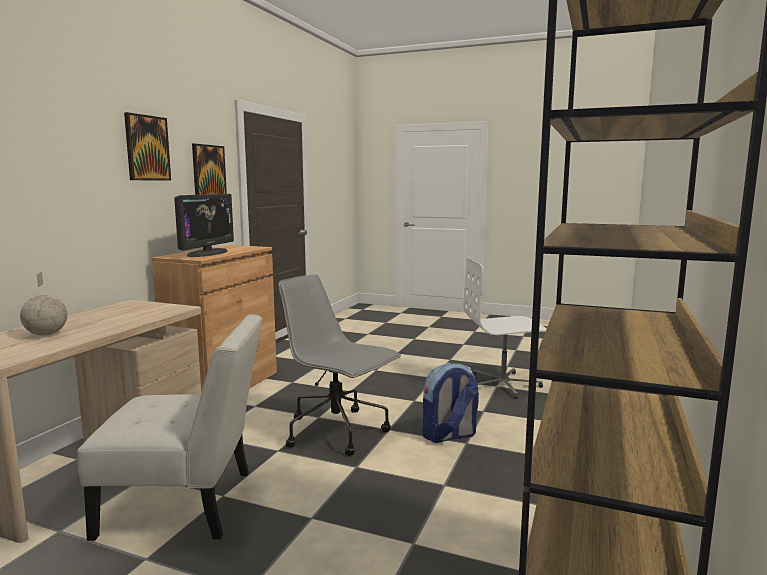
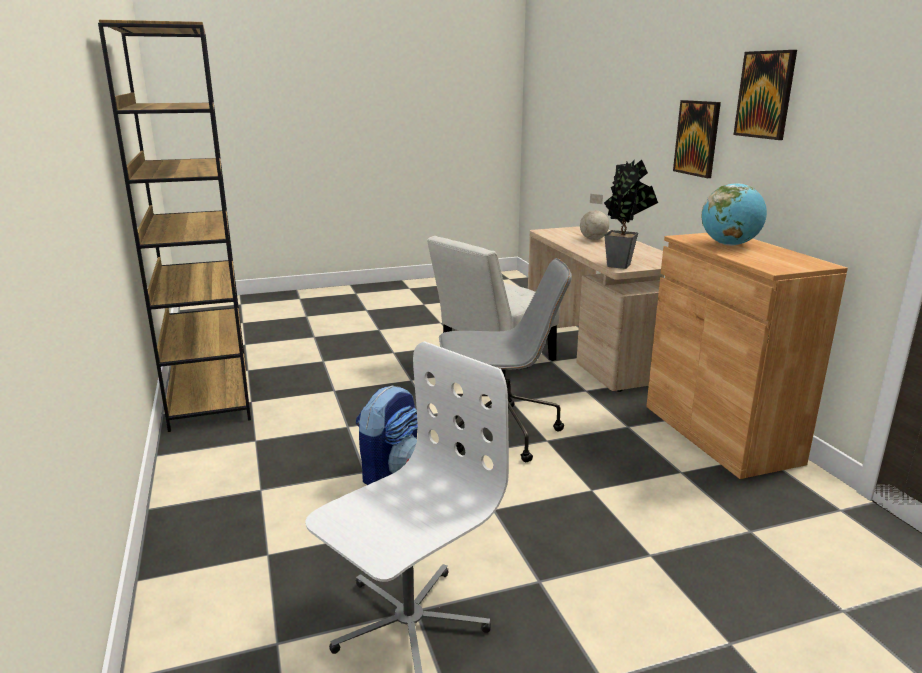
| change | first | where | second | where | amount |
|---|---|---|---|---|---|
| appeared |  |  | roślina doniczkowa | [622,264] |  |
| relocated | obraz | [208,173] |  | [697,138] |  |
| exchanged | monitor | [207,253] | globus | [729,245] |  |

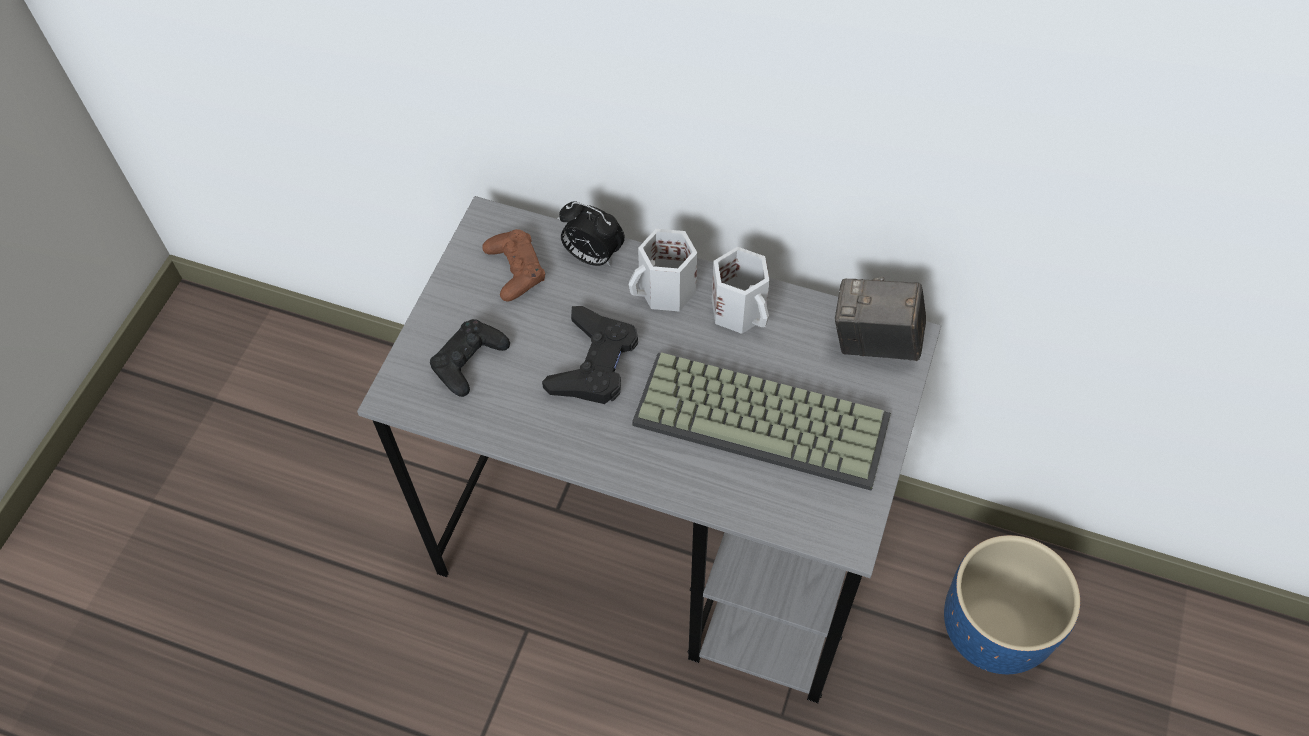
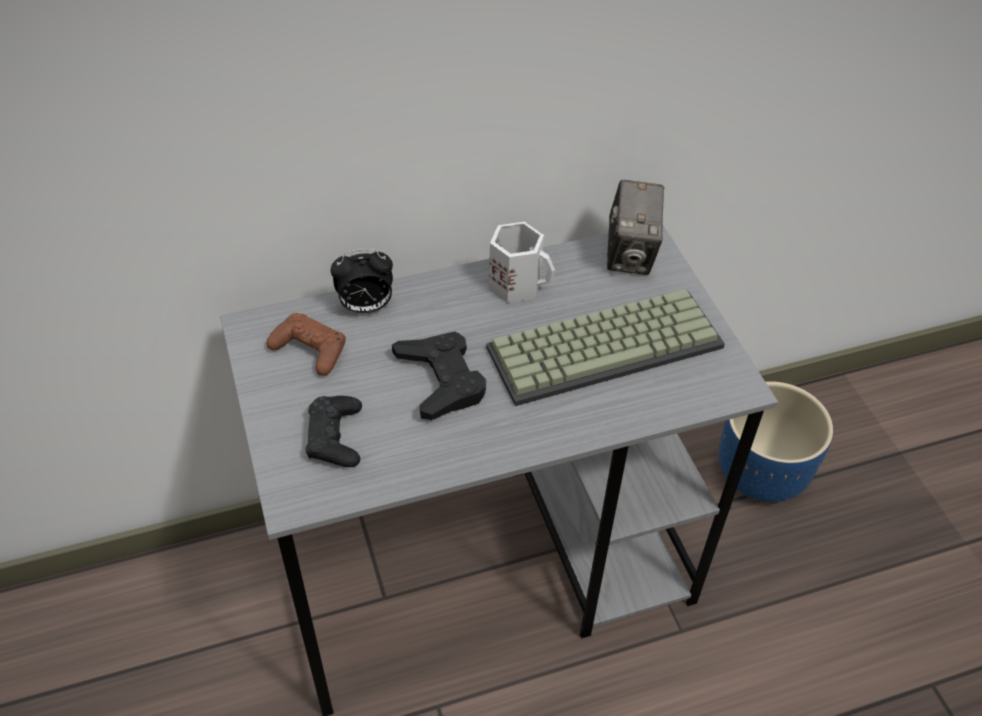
| change | first | where | second | where | amount |
|---|---|---|---|---|---|
| missing | kubek [biały] | [666,292] |  |  |  |
| spun | aparat fotograficzny | [875,343] |  | [630,255] | 60 degrees counterclockwise |

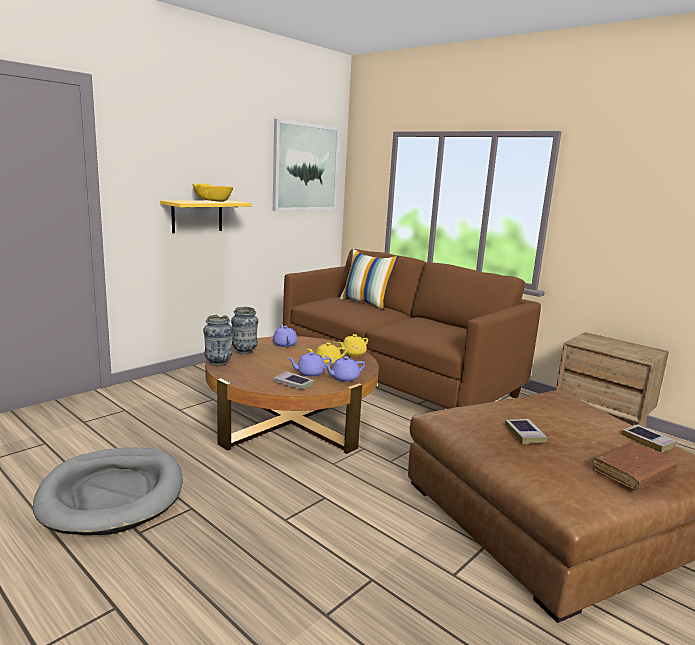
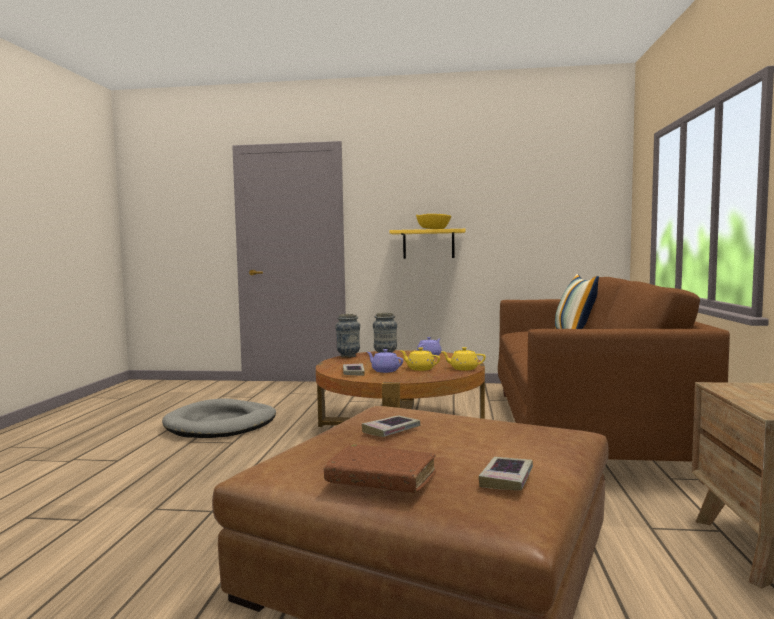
| change | first | where | second | where | amount |
|---|---|---|---|---|---|
| missing | obraz | [305,167] |  |  |  |
| missing | imbryk [fioletowy] | [344,378] |  |  |  |

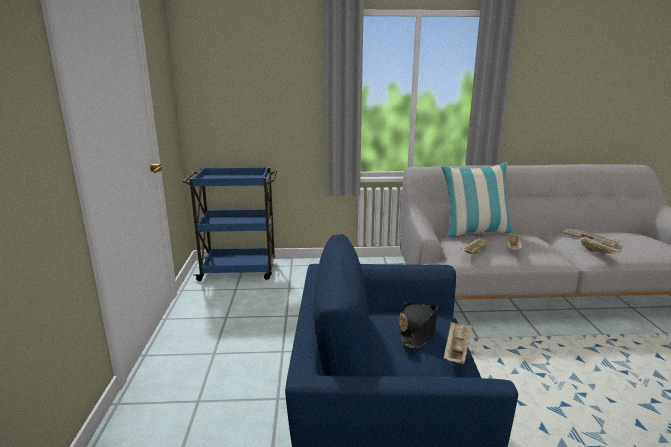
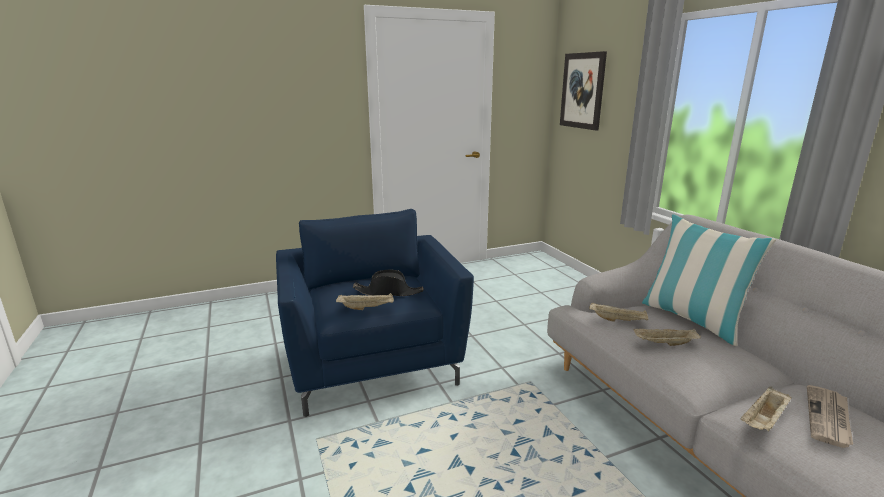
| change | first | where | second | where | amount |
|---|---|---|---|---|---|
| missing | wózek [niebieski] | [239,270] |  |  |  |
| appeared |  |  | obraz | [582,91] |  |

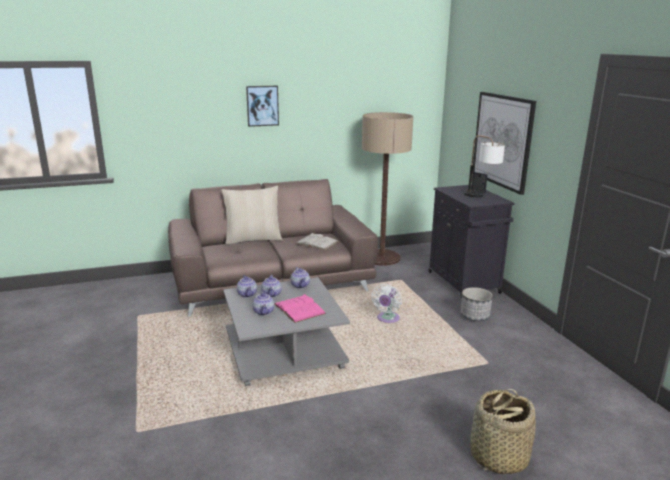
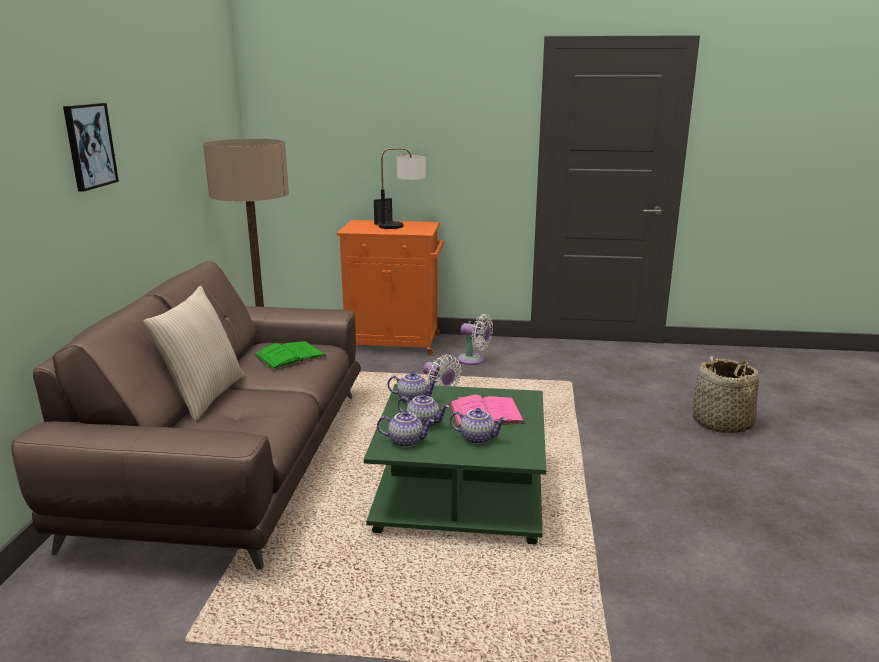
| change | first | where | second | where | amount |
|---|---|---|---|---|---|
| missing | obraz | [502,141] |  |  |  |
| exchanged | donica | [474,316] | wentylator [biały] | [474,360] |  |
| colour | ława [szary] | [285,350] | ława [zielony] | [458,493] |  |
| colour | książka [biały] | [316,242] | książka [zielony] | [290,355] |  |
| colour | szafka [czarny] | [464,283] | szafka [pomarańczowy] | [395,343] |  |

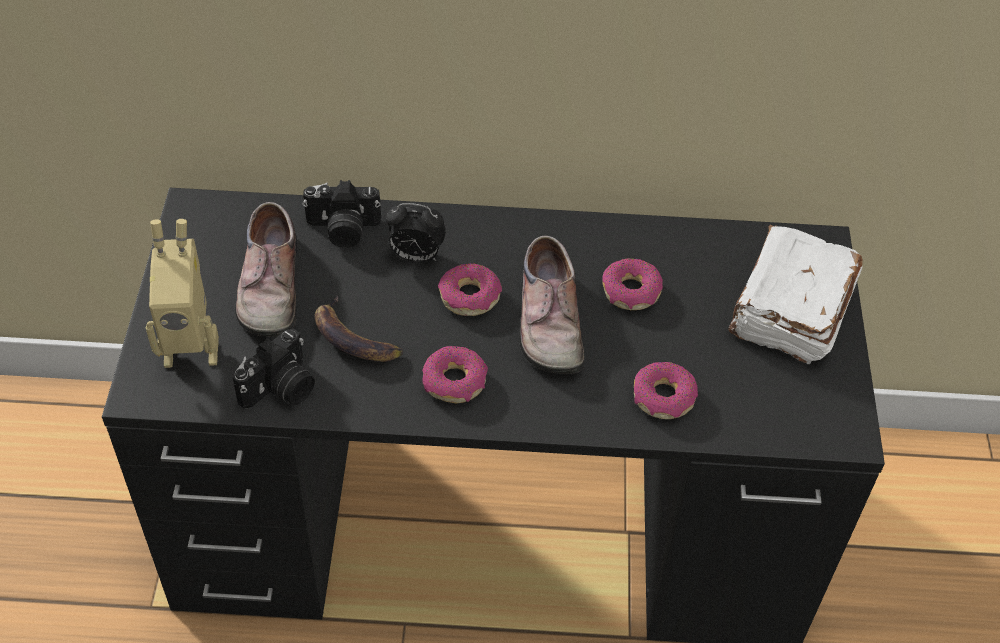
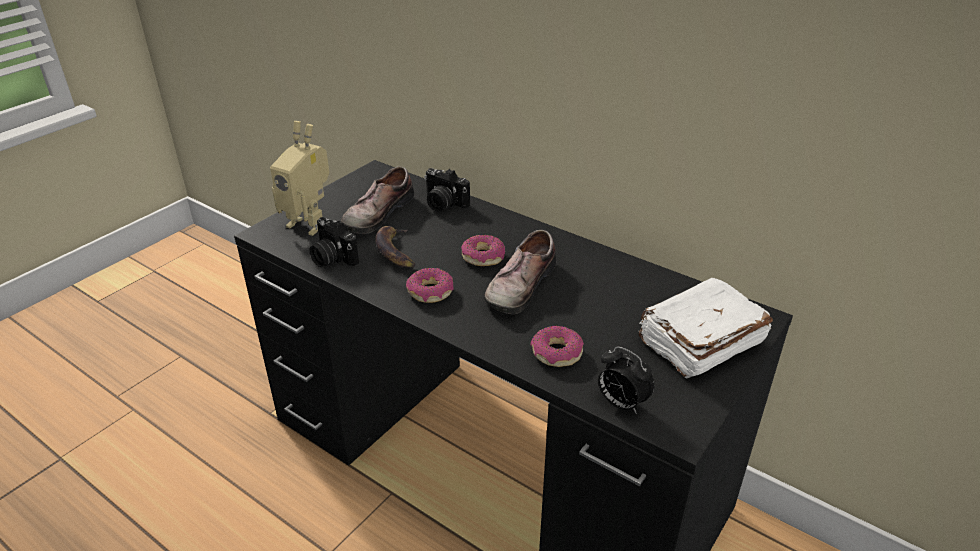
| change | first | where | second | where | amount |
|---|---|---|---|---|---|
| missing | donut | [630,292] |  |  |  |
| relocated | budzik | [415,256] |  | [621,403] |  |
| spun | aparat fotograficzny | [281,389] |  | [331,258] | 60 degrees clockwise |

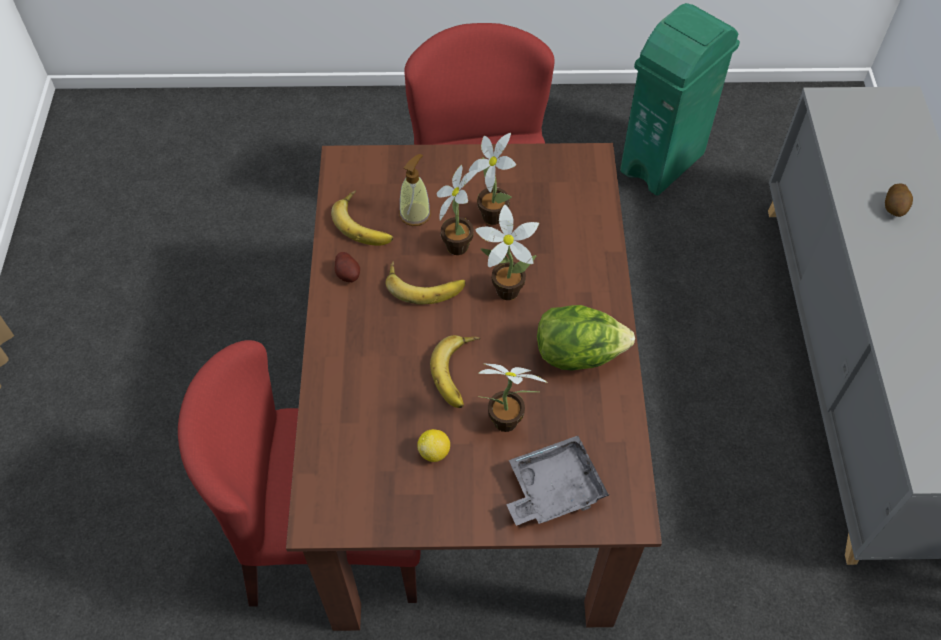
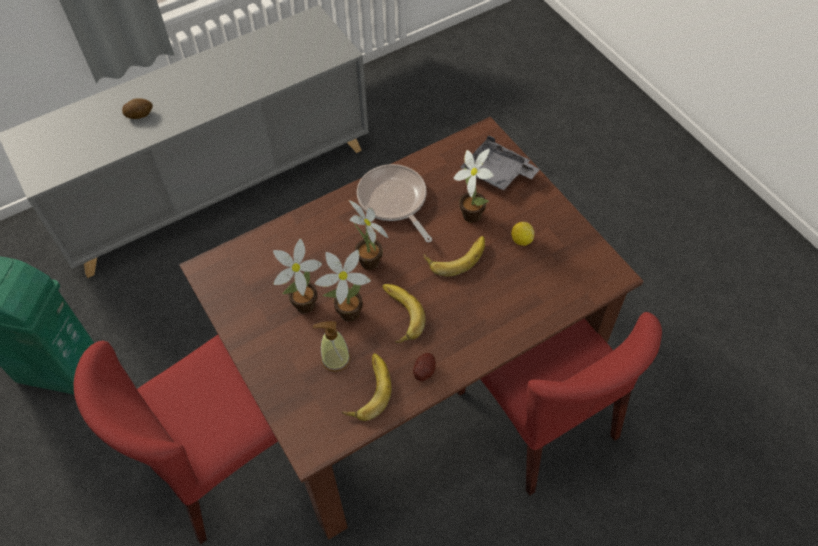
| change | first | where | second | where | amount |
|---|---|---|---|---|---|
| exchanged | sałata | [578,354] | patelnia | [394,201] |  |

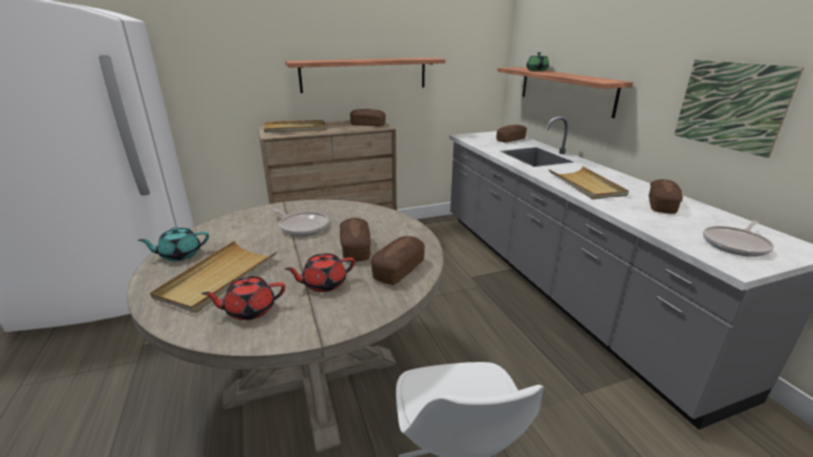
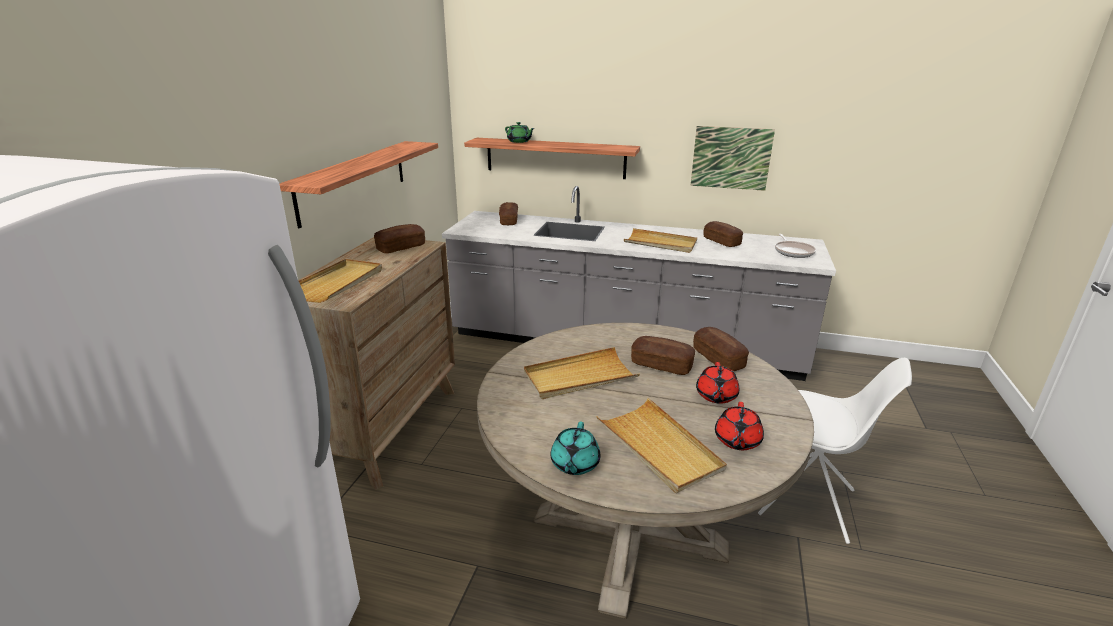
| change | first | where | second | where | amount |
|---|---|---|---|---|---|
| exchanged | patelnia | [302,227] | taca [beżowy] | [579,377] |  |

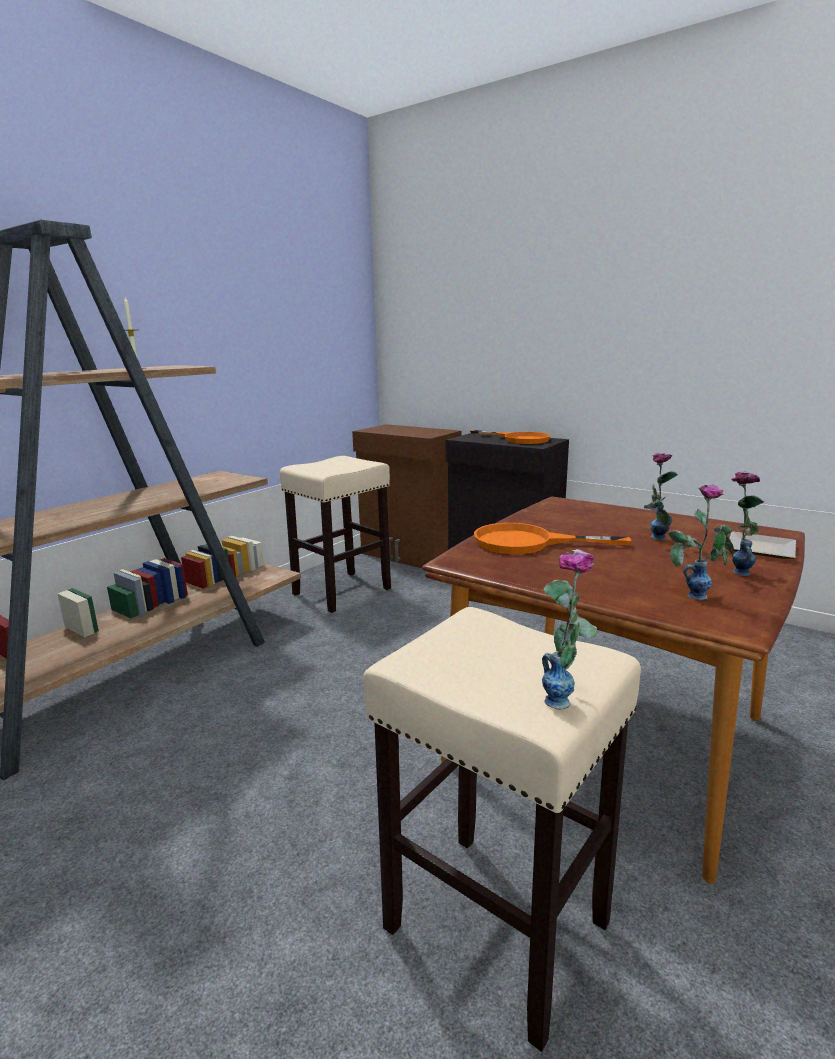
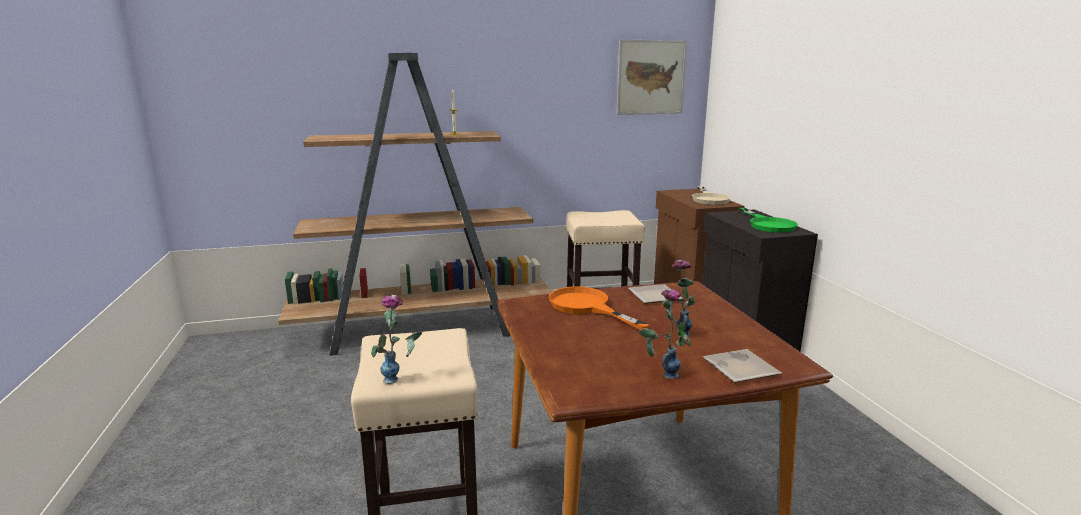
| change | first | where | second | where | amount |
|---|---|---|---|---|---|
| missing | wazon | [690,591] |  |  |  |
| appeared |  |  | obraz | [651,77] |  |
| appeared |  |  | talerz | [656,297] |  |
| appeared |  |  | patelnia [beżowy] | [709,199] |  |
| colour | patelnia [pomarańczowy] | [519,439] | patelnia [zielony] | [768,224] |  |

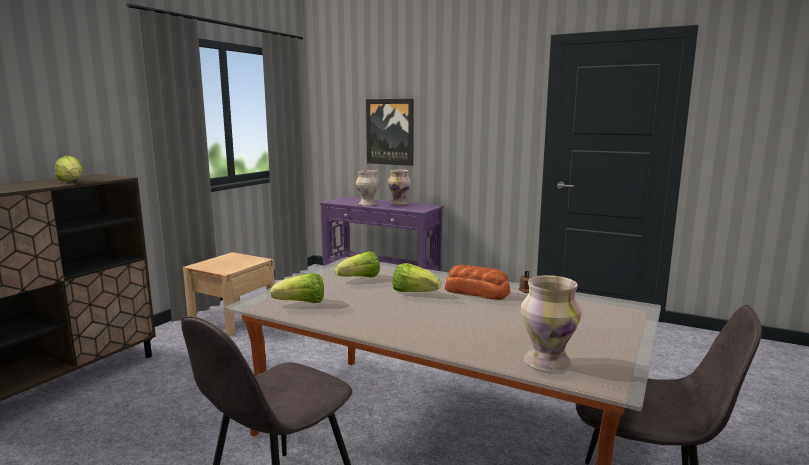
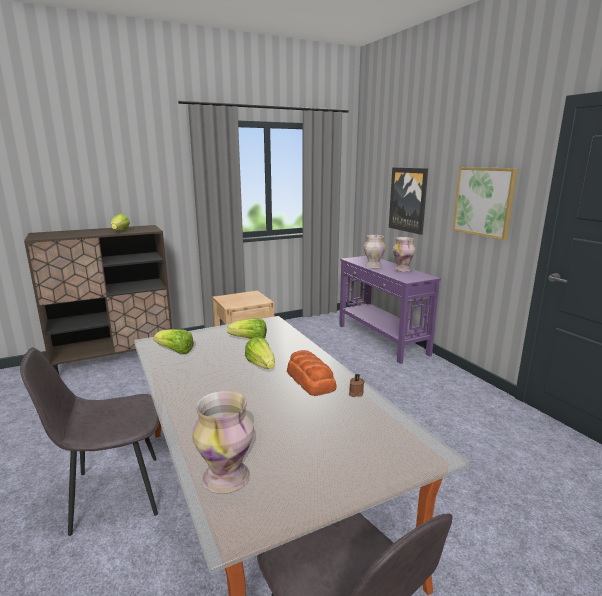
| change | first | where | second | where | amount |
|---|---|---|---|---|---|
| appeared |  |  | obraz | [484,201] |  |

